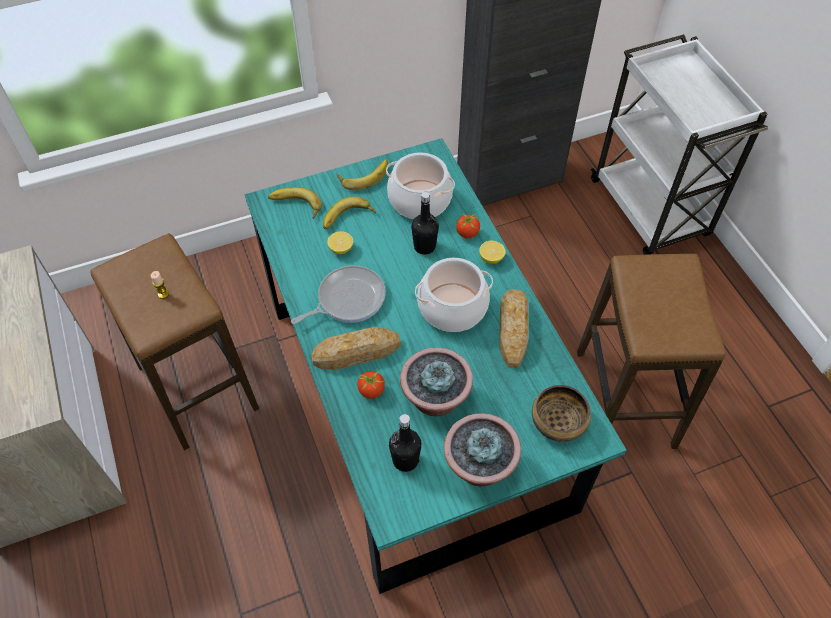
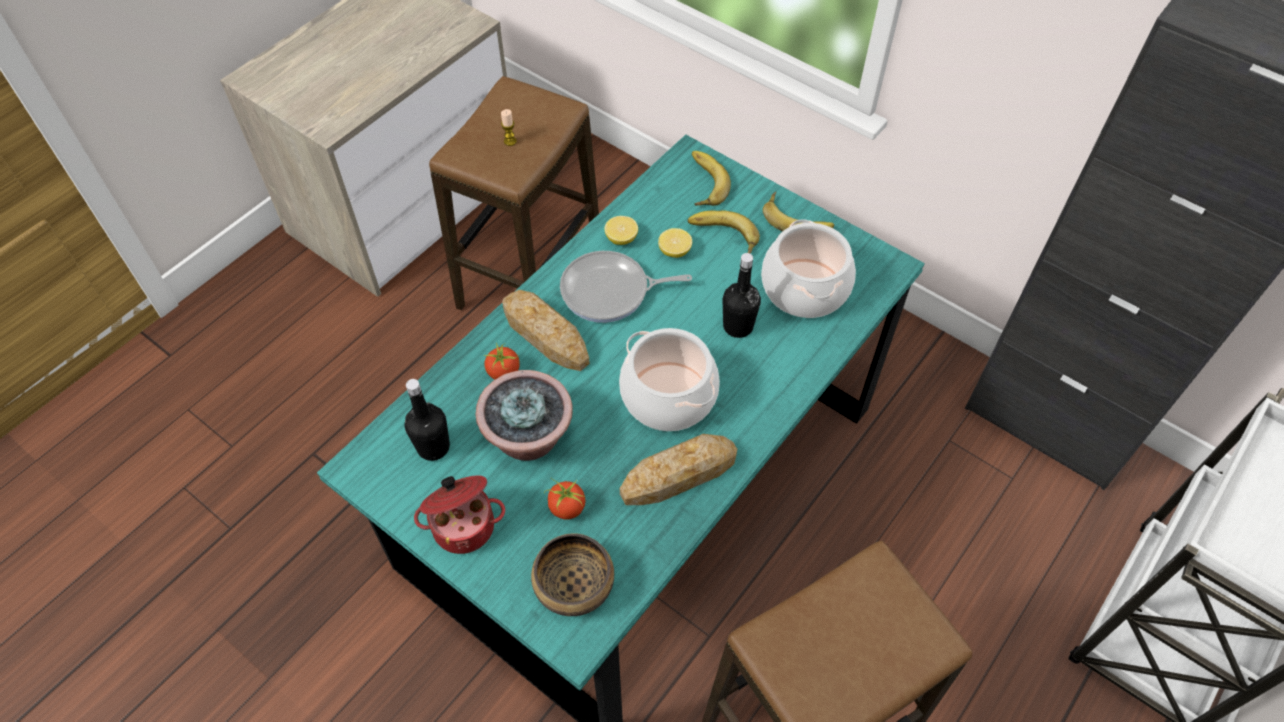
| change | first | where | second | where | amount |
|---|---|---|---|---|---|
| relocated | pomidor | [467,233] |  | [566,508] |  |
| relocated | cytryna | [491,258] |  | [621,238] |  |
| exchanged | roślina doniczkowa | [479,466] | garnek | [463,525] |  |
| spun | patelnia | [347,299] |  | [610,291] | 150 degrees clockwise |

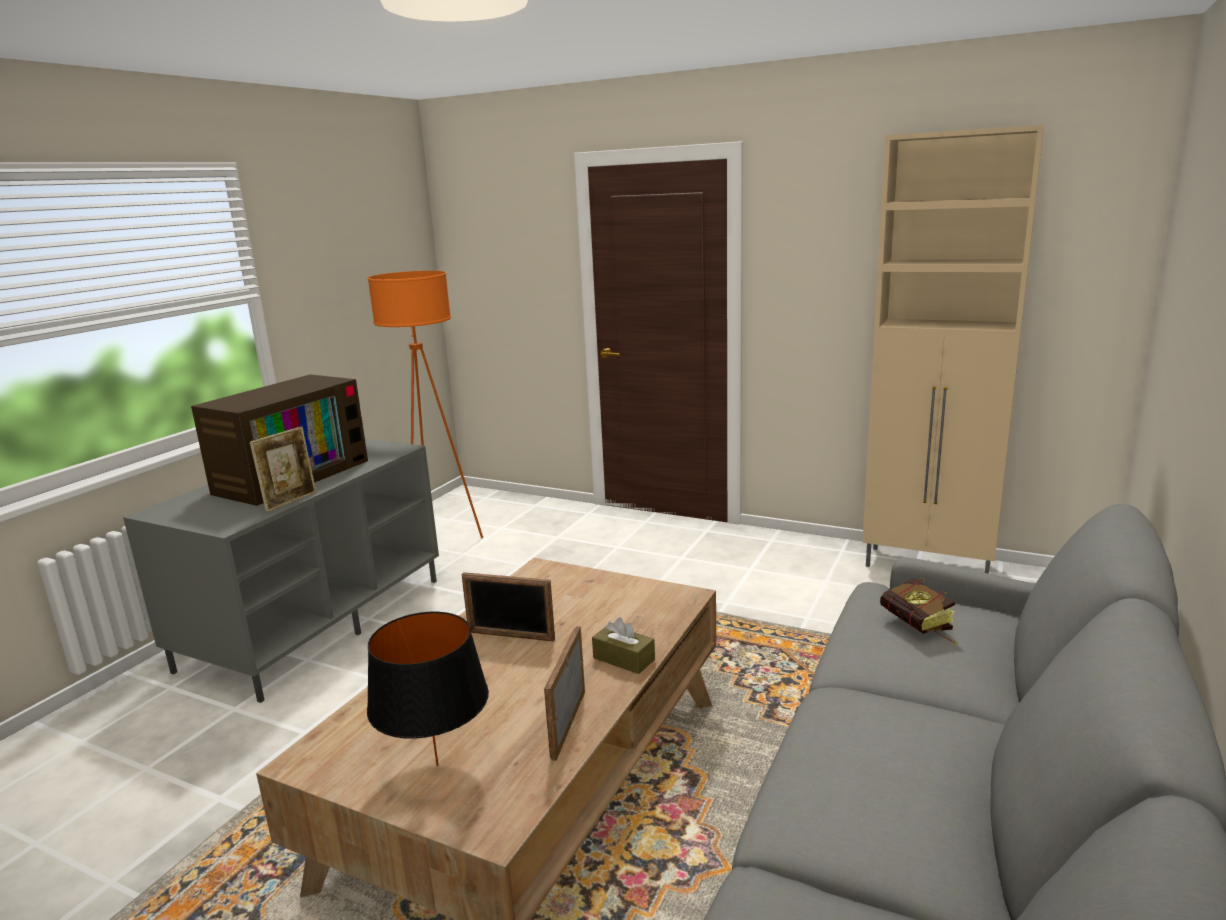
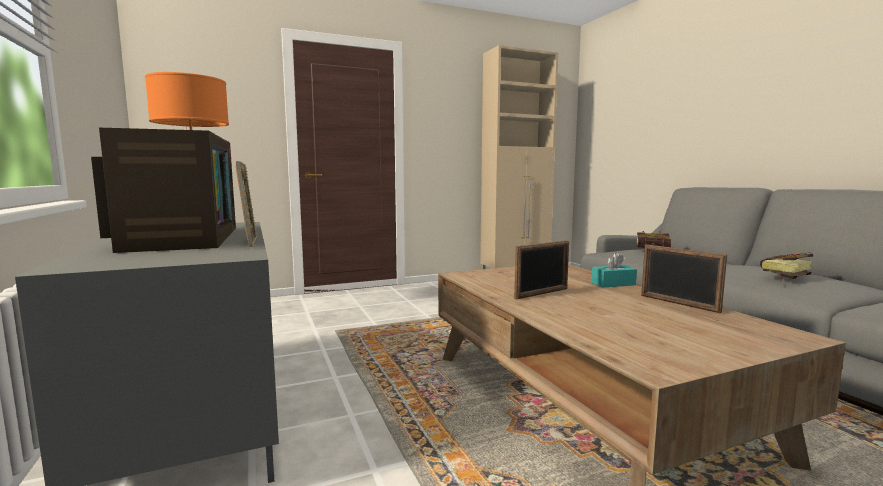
| change | first | where | second | where | amount |
|---|---|---|---|---|---|
| missing | lampa stołowa [czarny] | [437,765] |  |  |  |
| appeared |  |  | książka | [782,278] |  |
| colour | pudełko chusteczek [brązowy] | [623,659] | pudełko chusteczek [turkusowy] | [613,284] |  |

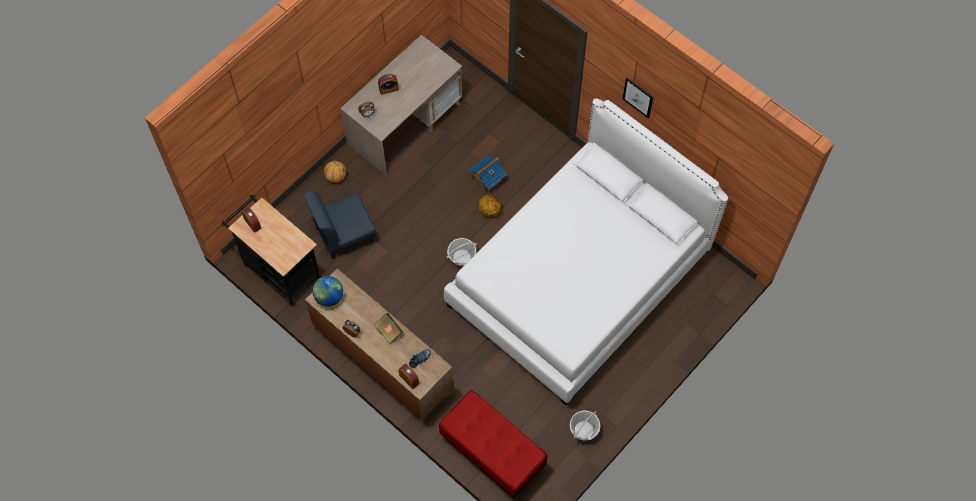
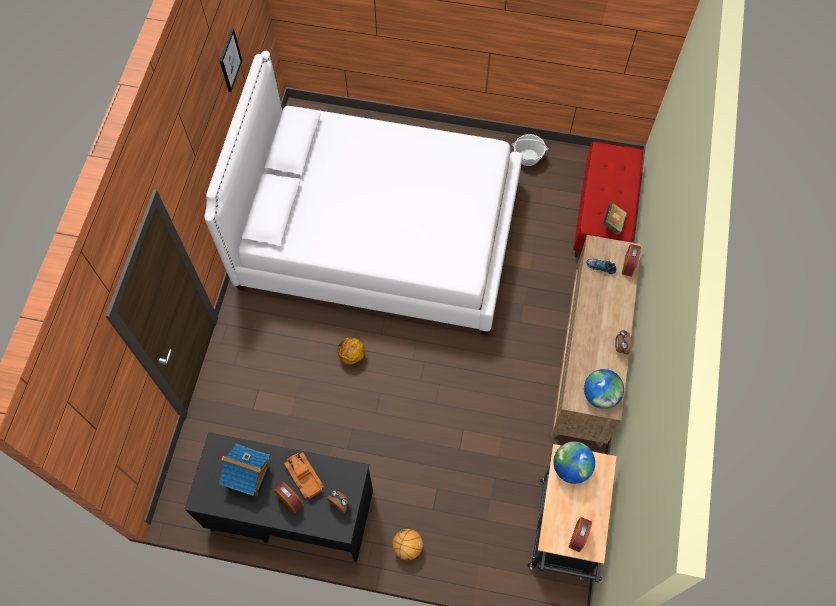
| change | first | where | second | where | amount |
|---|---|---|---|---|---|
| missing | krzesło [niebieski] | [344,234] |  |  |  |
| missing | koszyk | [462,257] |  |  |  |
| appeared |  |  | ciężarówka zabawkowa | [304,477] |  |
| appeared |  |  | globus | [571,468] |  |
| relocated | książka | [389,331] |  | [613,223] |  |
| relocated | domek | [487,179] |  | [248,475] |  |
| relocated | obraz | [638,97] |  | [230,60] |  |
| colour | biurko [beżowy] | [405,123] | biurko [czarny] | [290,511] |  |

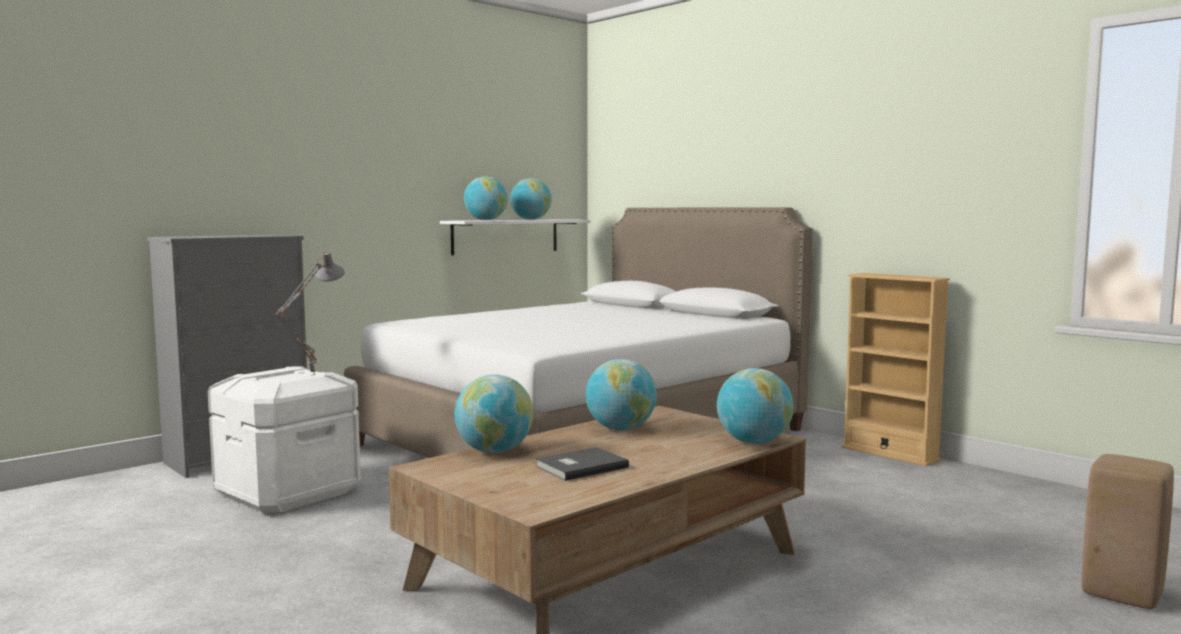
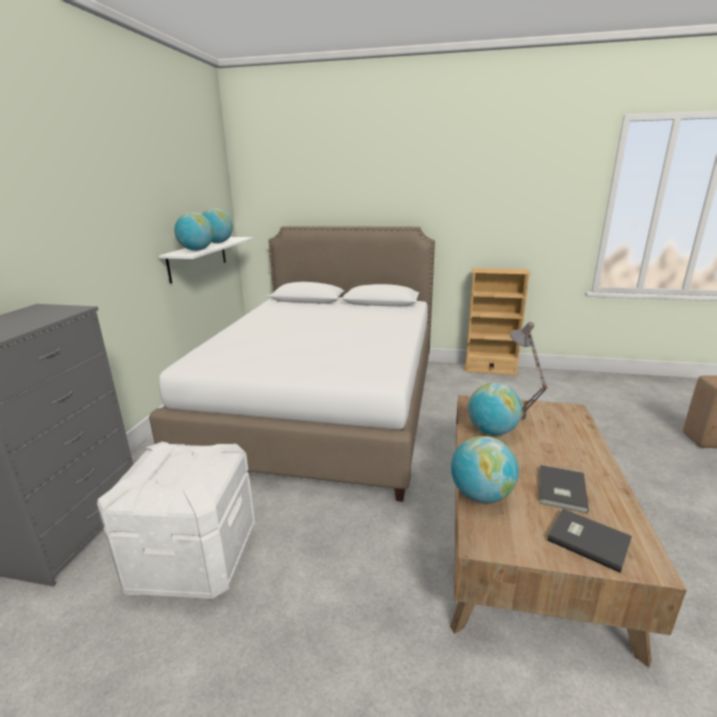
| change | first | where | second | where | amount |
|---|---|---|---|---|---|
| missing | globus | [754,442] |  |  |  |
| appeared |  |  | książka [szary] | [587,539] |  |
| relocated | lampa stołowa [szary] | [311,375] |  | [521,421] |  |

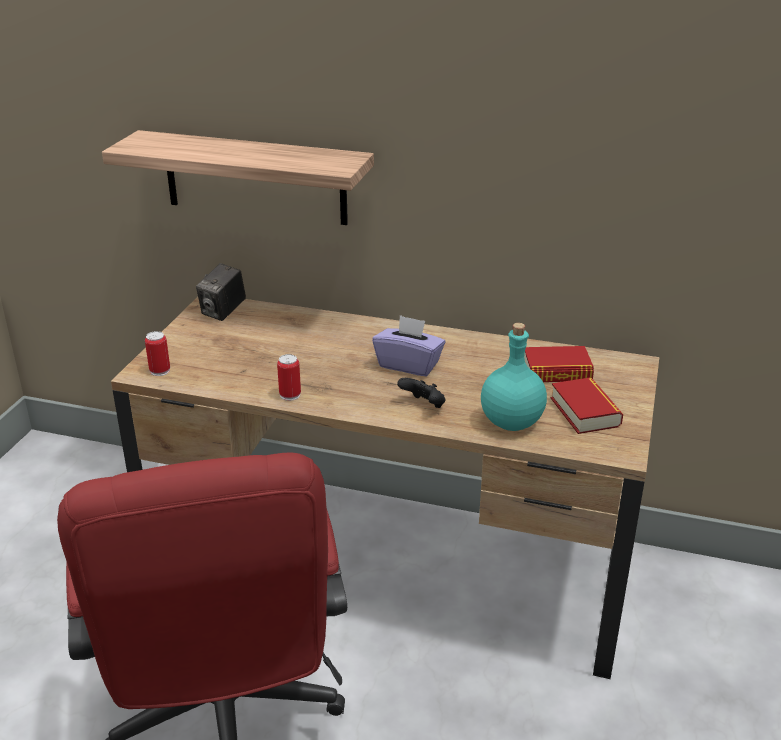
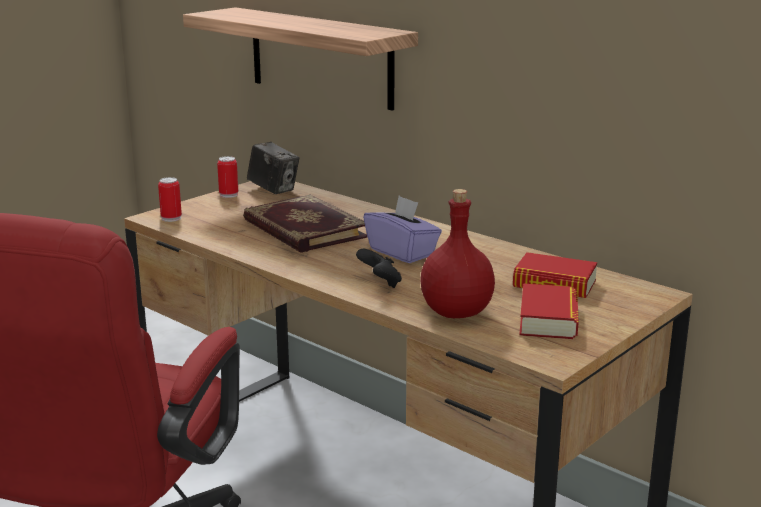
| change | first | where | second | where | amount |
|---|---|---|---|---|---|
| appeared |  |  | książka | [303,229] |  |
| relocated | puszka | [290,395] |  | [228,194] |  |
| colour | butelka [turkusowy] | [511,422] | butelka [czerwony] | [456,312] |  |
| spun | aparat fotograficzny | [223,312] |  | [273,189] | 105 degrees counterclockwise |

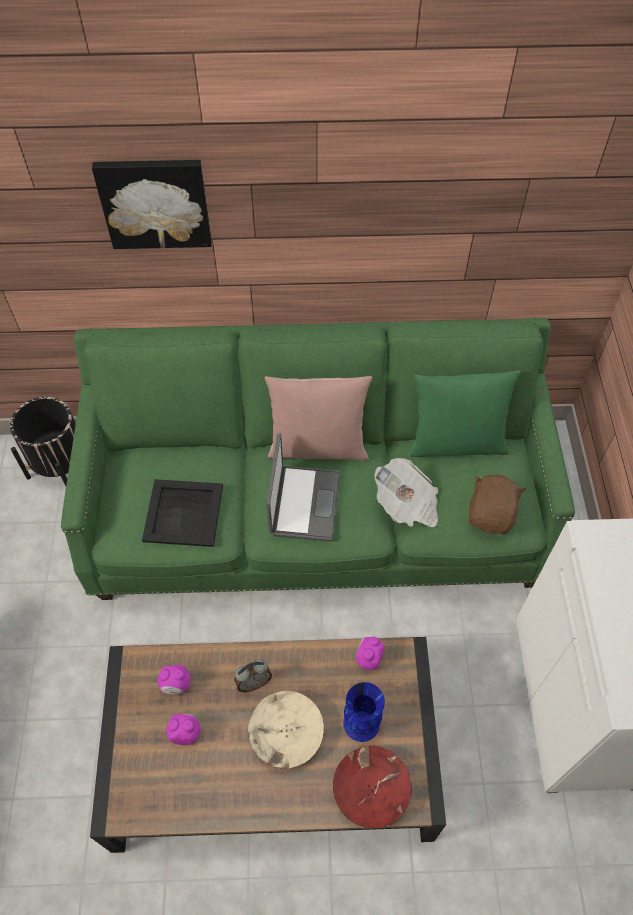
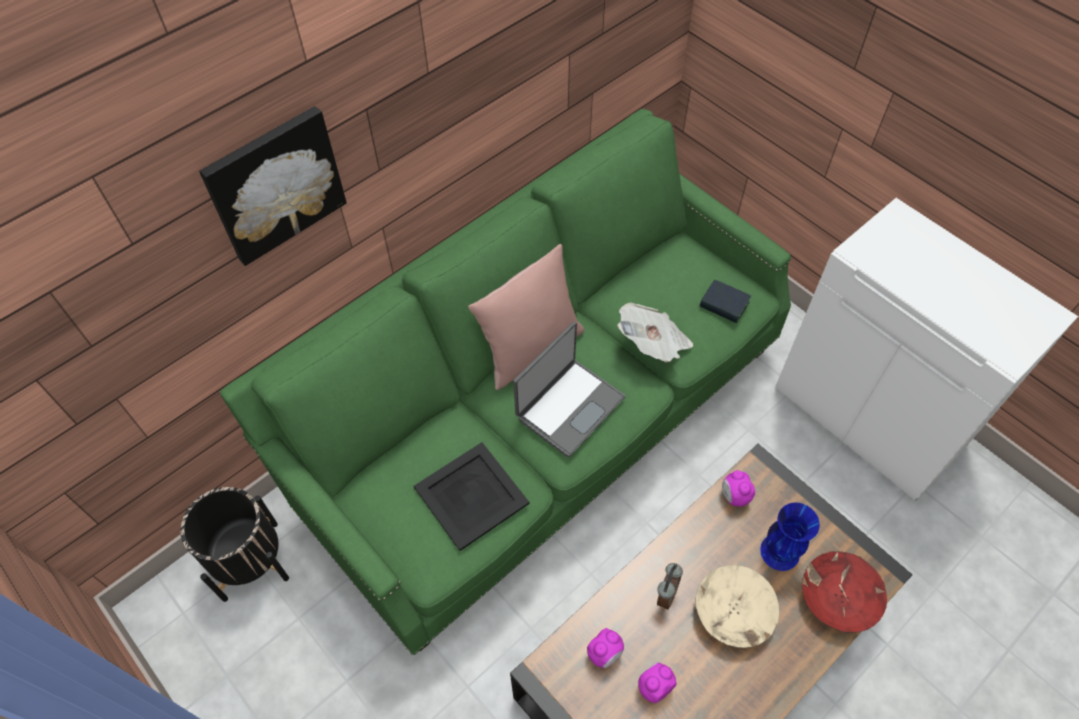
| change | first | where | second | where | amount |
|---|---|---|---|---|---|
| missing | poduszka [zielony] | [456,443] |  |  |  |
| exchanged | pluszak [brązowy] | [491,515] | książka | [724,305] |  |
| spun | laptop | [303,503] |  | [569,406] | 75 degrees clockwise |

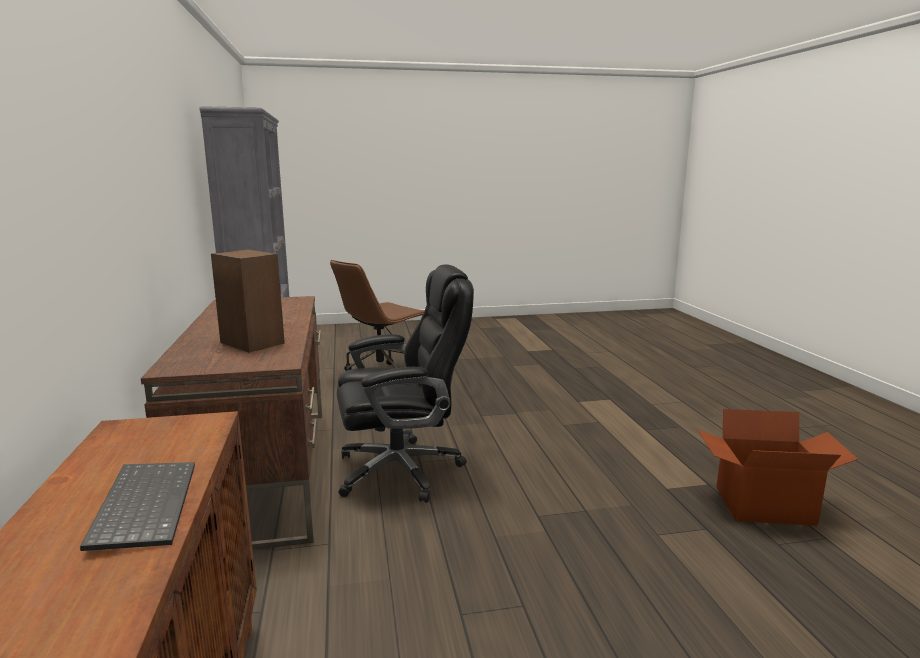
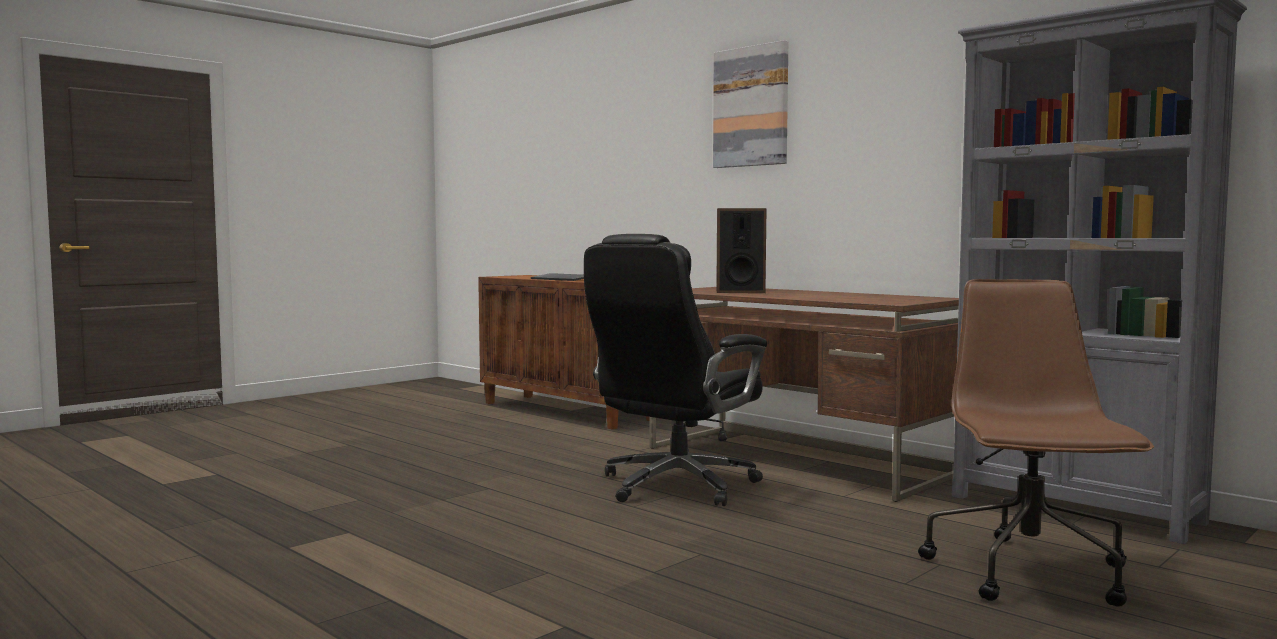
| change | first | where | second | where | amount |
|---|---|---|---|---|---|
| missing | karton | [764,507] |  |  |  |
| appeared |  |  | obraz | [751,107] |  |

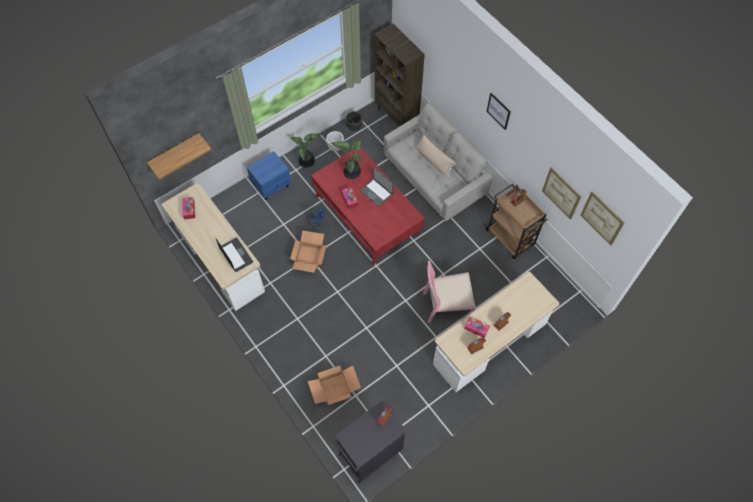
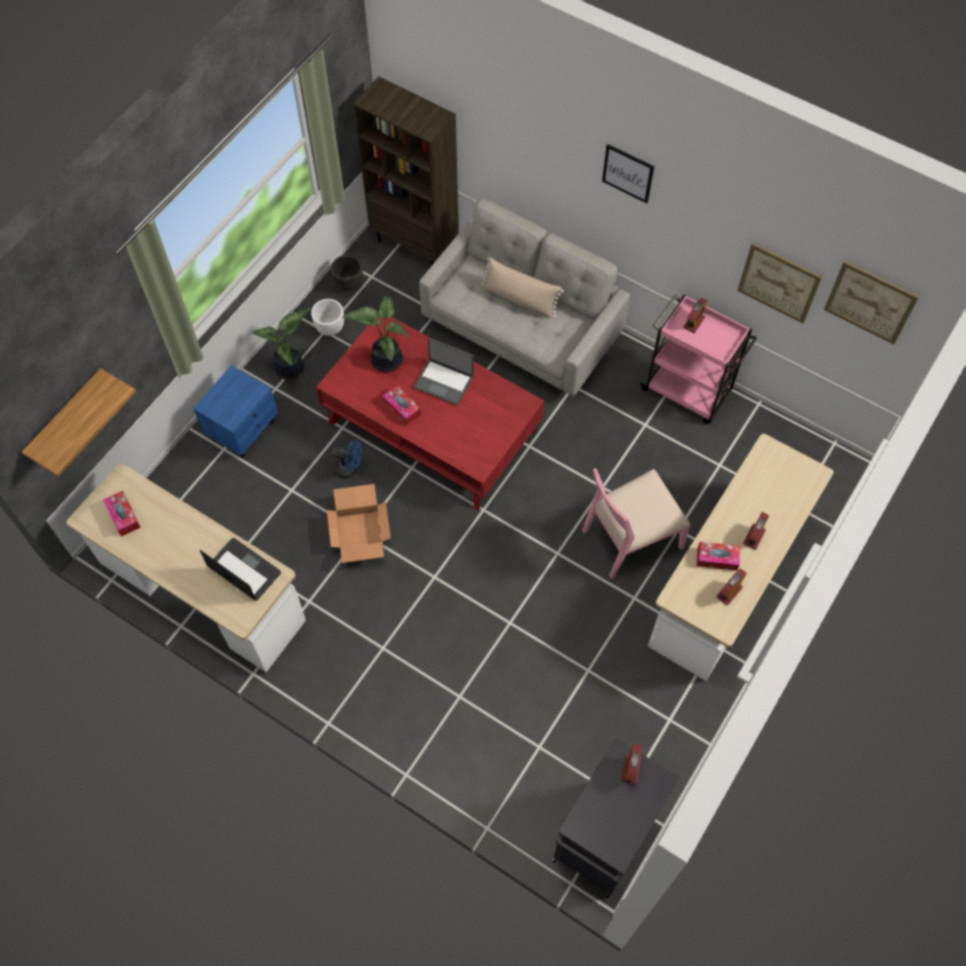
| change | first | where | second | where | amount |
|---|---|---|---|---|---|
| missing | karton | [334,389] |  |  |  |
| colour | wózek [brązowy] | [510,238] | wózek [różowy] | [688,391] |  |

